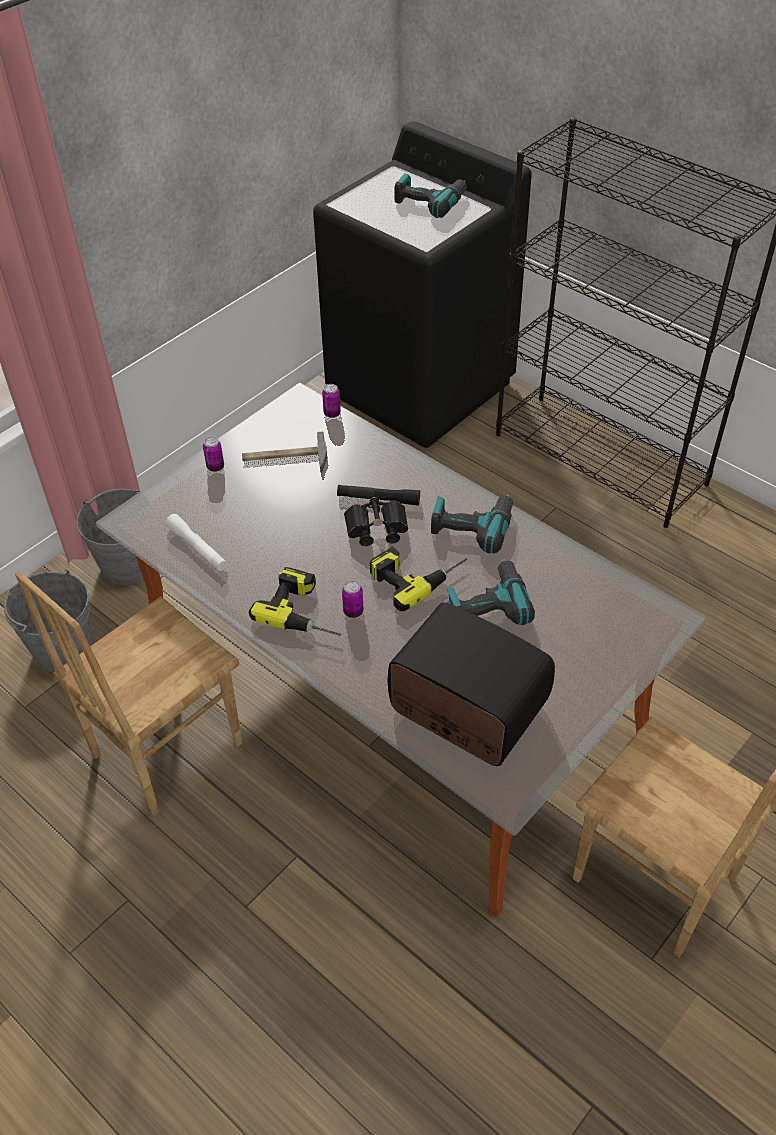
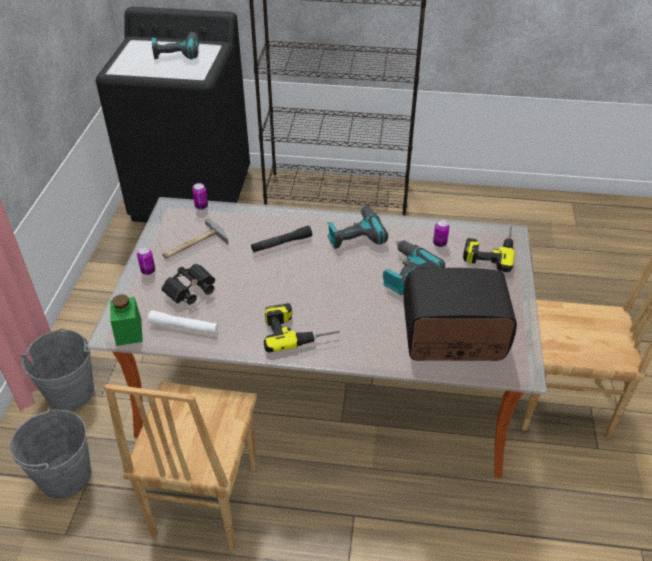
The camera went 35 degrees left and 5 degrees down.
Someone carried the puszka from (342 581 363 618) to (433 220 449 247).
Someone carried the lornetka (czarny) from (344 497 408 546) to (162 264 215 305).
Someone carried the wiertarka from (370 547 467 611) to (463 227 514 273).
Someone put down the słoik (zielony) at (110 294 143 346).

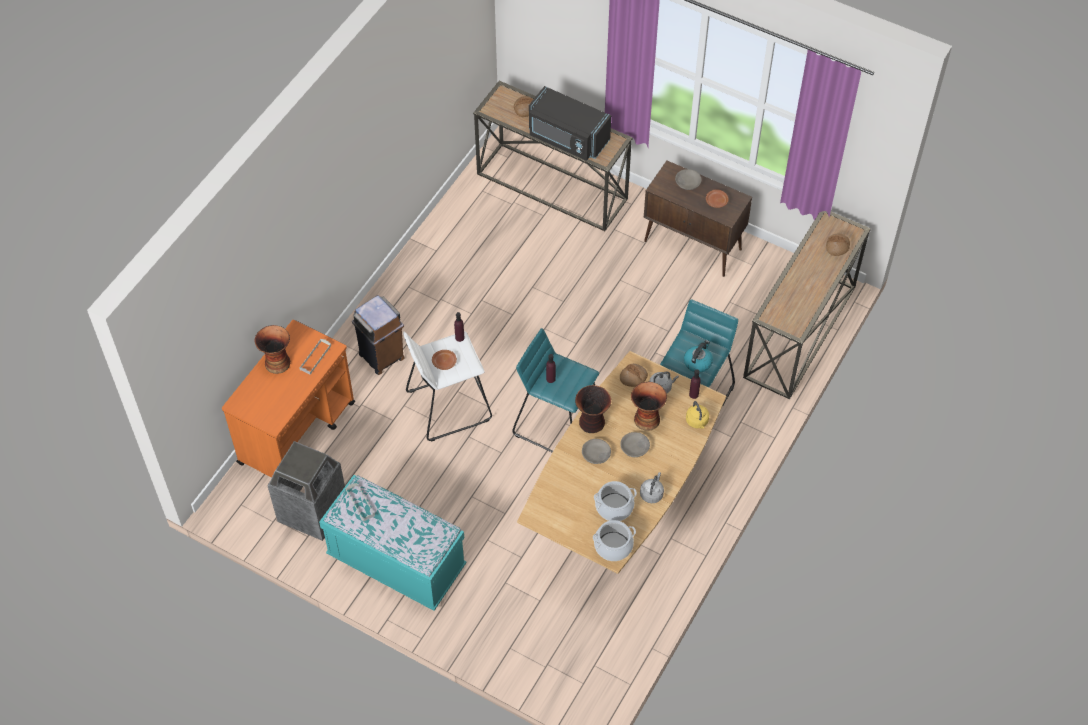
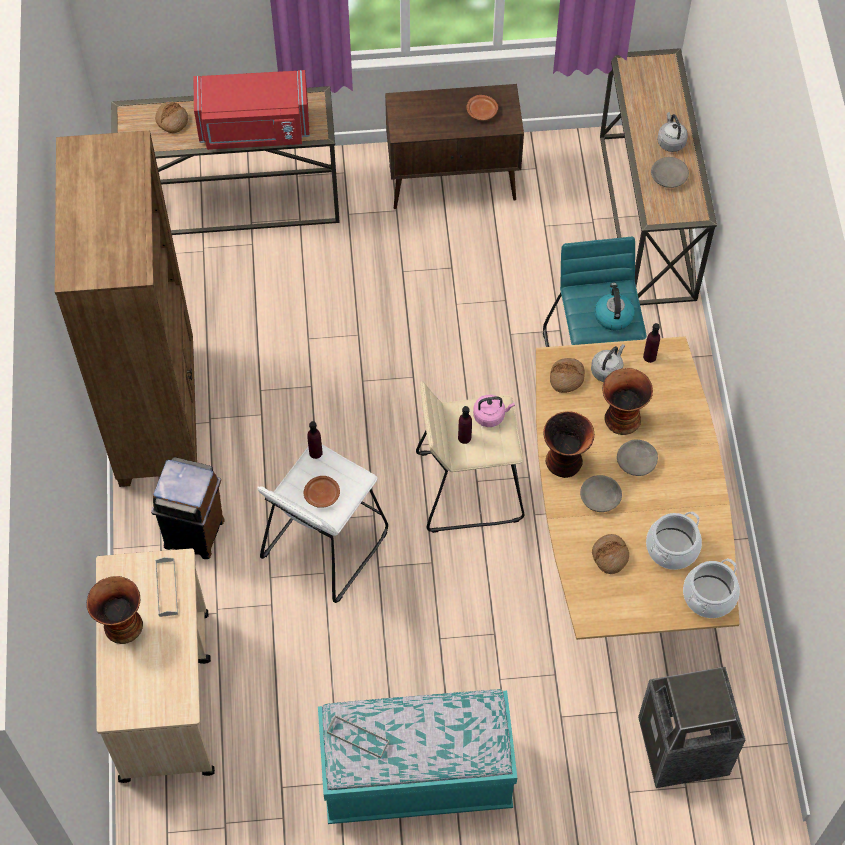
The camera went 35 degrees left and 5 degrees up.
Someone repainted the wózek (pomarańczowy) at (222 320 355 478), which became the wózek (beżowy) at (96 548 215 783).
Someone carried the kosz na śmieci from (267 441 345 541) to (638 667 746 788).
Someone repainted the stołek (turkusowy) at (512 328 599 453), which became the stołek (beżowy) at (416 381 525 533).
Someone repainted the mikrofalówka (czarny) at (529 86 611 161), which became the mikrofalówka (czerwony) at (193 70 310 150).
Someone carried the czajnik (szary) from (640 472 664 503) to (657 112 688 152).
Someone carried the miska (szary) from (675 169 702 190) to (651 157 689 188).
Someone took away the czajnik (żółty) at (686 401 709 429).
Someone carried the chleb from (826 234 850 256) to (592 534 629 574).
Someone put down the regał (brązowy) at (55 131 197 487).
Someone put down the czajnik (różowy) at (473 395 515 427).

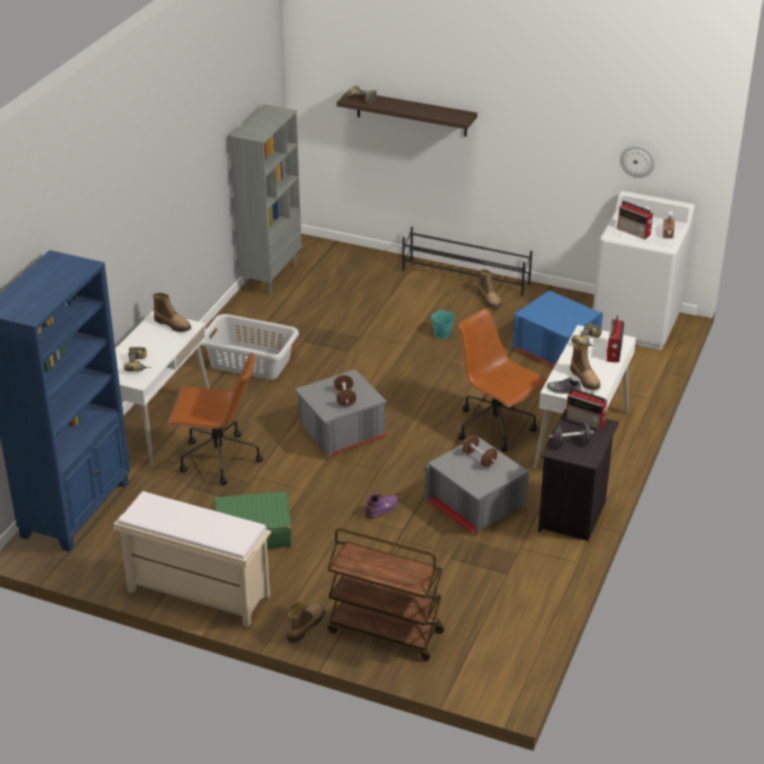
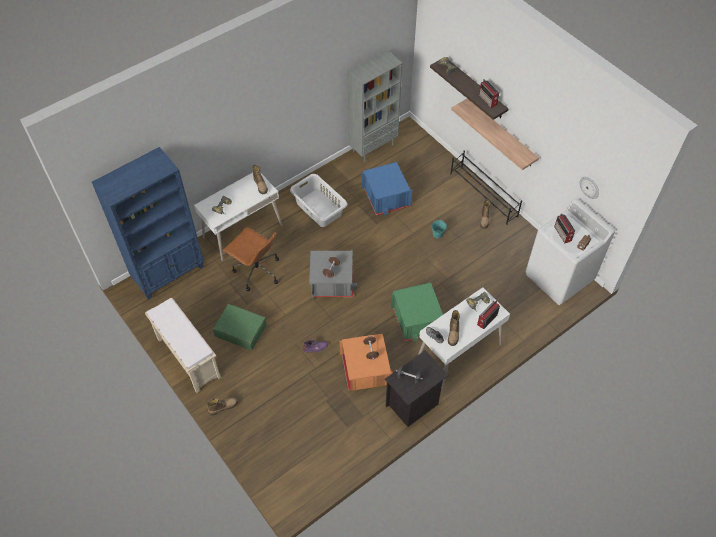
The camera went 30 degrees right and 20 degrees up.
Someone took away the wózek (brązowy) at (327 528 444 660).
Someone repainted the pojemnik do przechowywania (szary) at (424 436 529 534), which became the pojemnik do przechowywania (pomarańczowy) at (339 333 393 391).
Someone swapped the krzesło biurowe (brązowy) at (458 309 547 452) for the pojemnik do przechowywania (zielony) at (391 282 443 342).
Someone carried the pojemnik do przechowywania (niebieski) from (512 290 603 367) to (362 162 412 215).
Someone carried the radio from (566 388 607 430) to (479 79 499 108).
Someone put up the półka at (451 99 539 170).

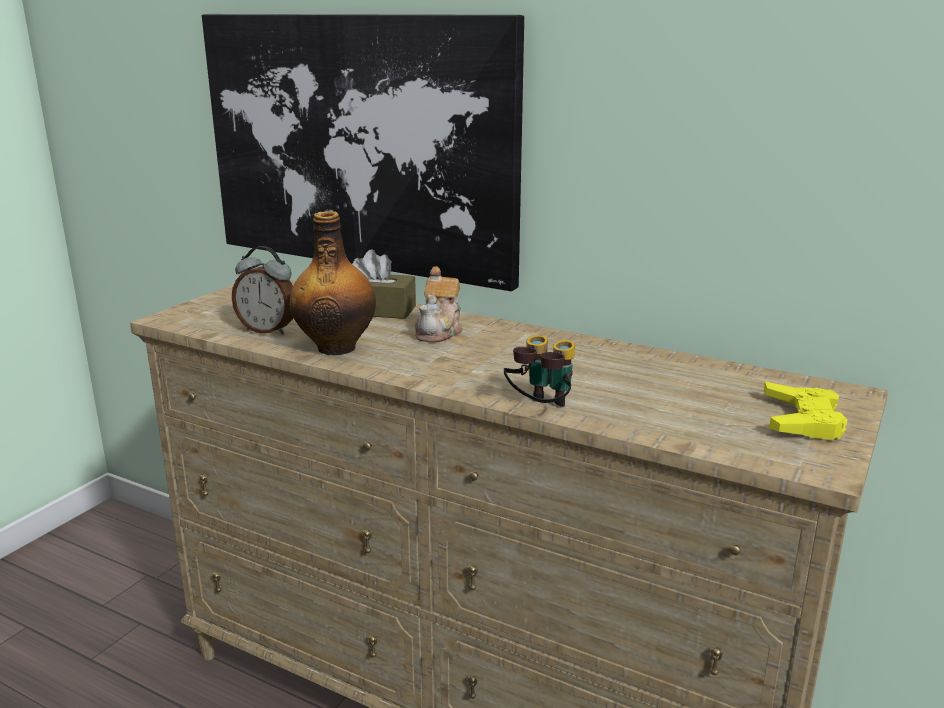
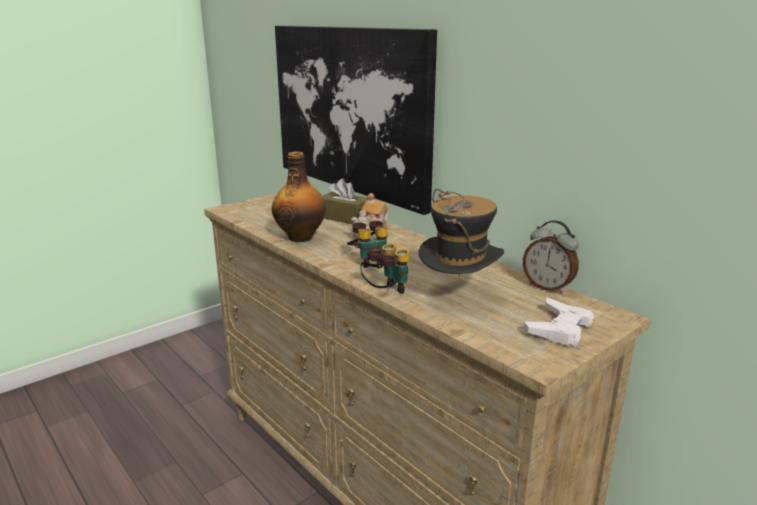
The camera went 20 degrees right and 0 degrees up.
Someone carried the budzik from (232 246 293 335) to (523 220 579 294).
Someone repainted the pad do gier (żółty) at (764 381 847 440), which became the pad do gier (biały) at (523 298 594 346).
Someone put down the lornetka at (347 221 388 268).
Someone put down the kapelusz at (418 189 504 278).

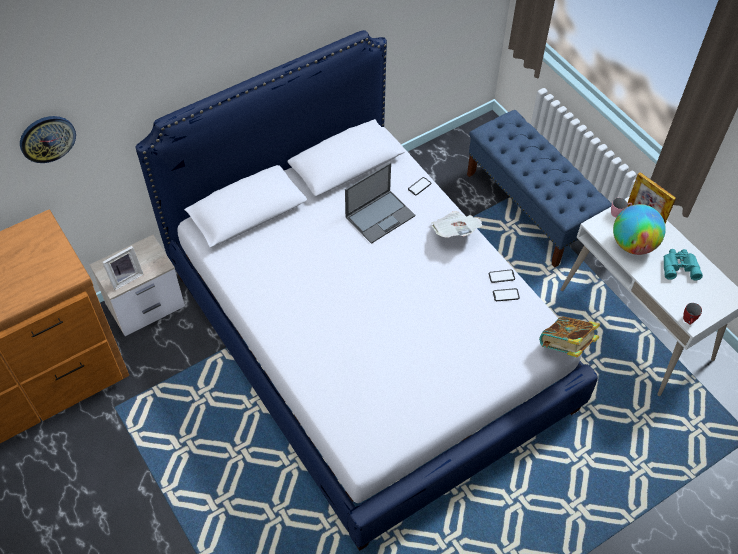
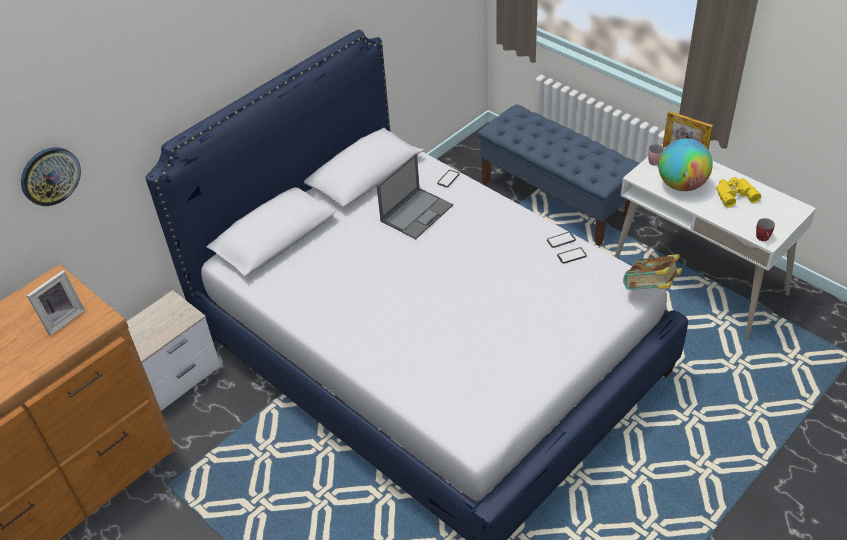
The camera went 10 degrees left and 10 degrees down.
Someone carried the ramka na zdjęcie from (102 246 144 290) to (26 270 85 336).
Someone took away the gazeta at (431 211 482 238).
Someone repainted the lornetka (turkusowy) at (664 249 703 280), which became the lornetka (żółty) at (716 177 761 207).

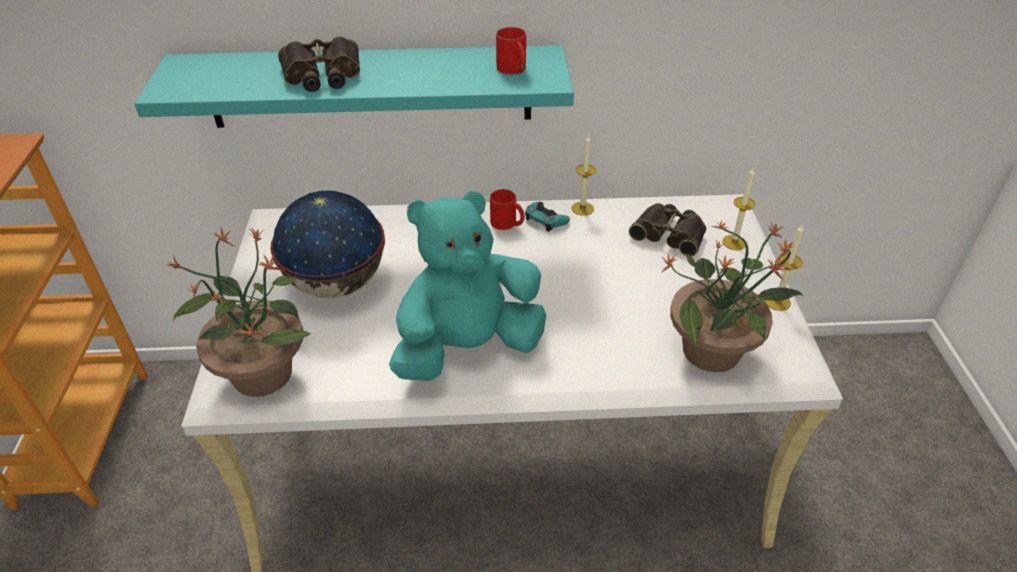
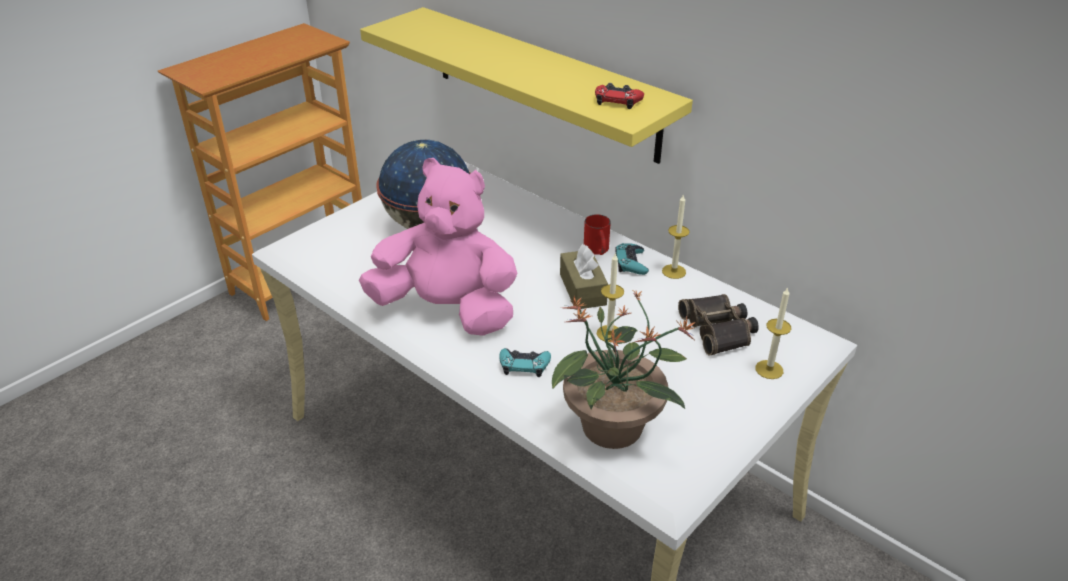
The camera went 45 degrees right and 5 degrees down.
Someone repainted the półka (turkusowy) at (135 45 574 128), which became the półka (żółty) at (360 7 693 164).
Someone took away the roślina doniczkowa at (163 227 311 397).
Someone took away the lornetka at (278 36 360 92).
Someone repainted the pluszak (turkusowy) at (389 191 546 381), which became the pluszak (różowy) at (359 158 518 336).
Someone swapped the kubek (czerwony) at (496 27 526 74) for the pad do gier (czerwony) at (595 83 644 109).
Someone carried the świeca from (764 224 804 311) to (597 254 624 342).
Someone put down the pad do gier (turkusowy) at (499 348 551 377).
Someone put down the pudełko chusteczek (brązowy) at (560 244 608 310).

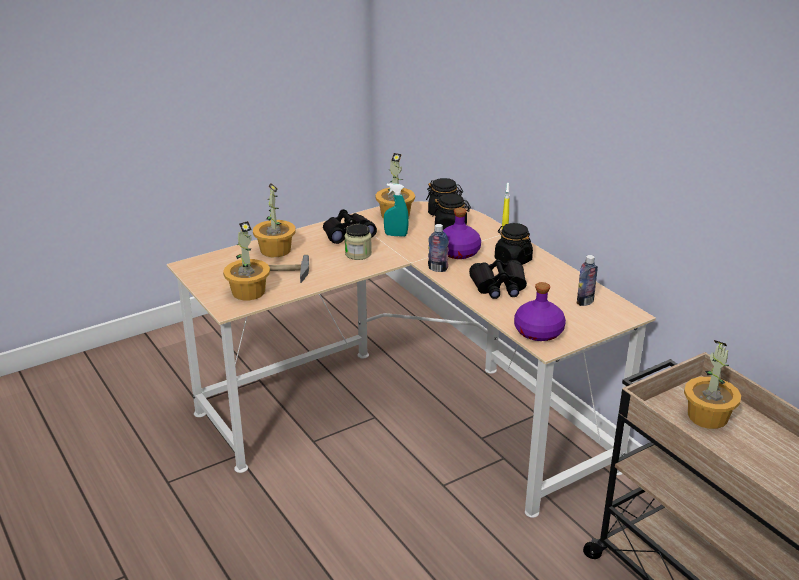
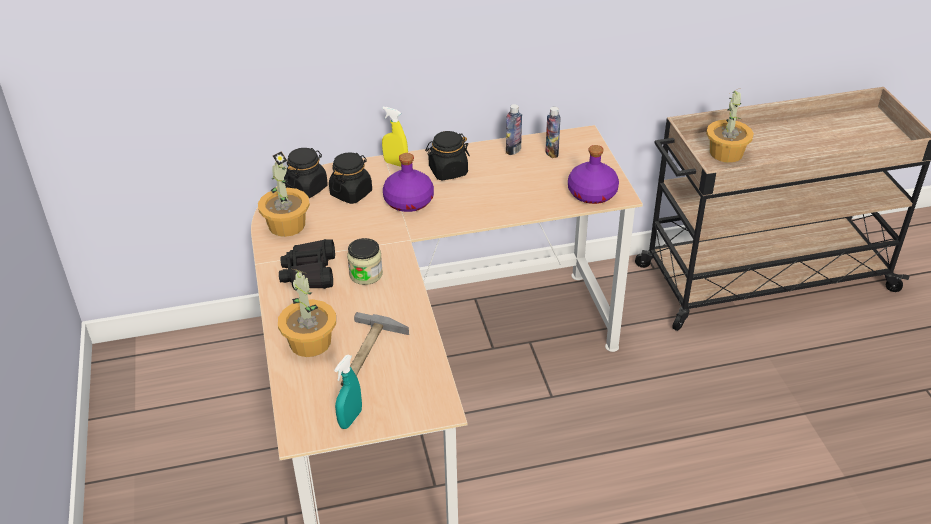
The camera went 70 degrees left and 10 degrees up.
Someone took away the roślina doniczkowa at (223 221 270 300).
Someone carried the spryskiwacz (turkusowy) from (384 183 409 237) to (334 355 362 429).
Someone carried the butelka from (428 224 449 272) to (506 104 522 155).
Someone took away the lornetka (czarny) at (469 260 527 299).

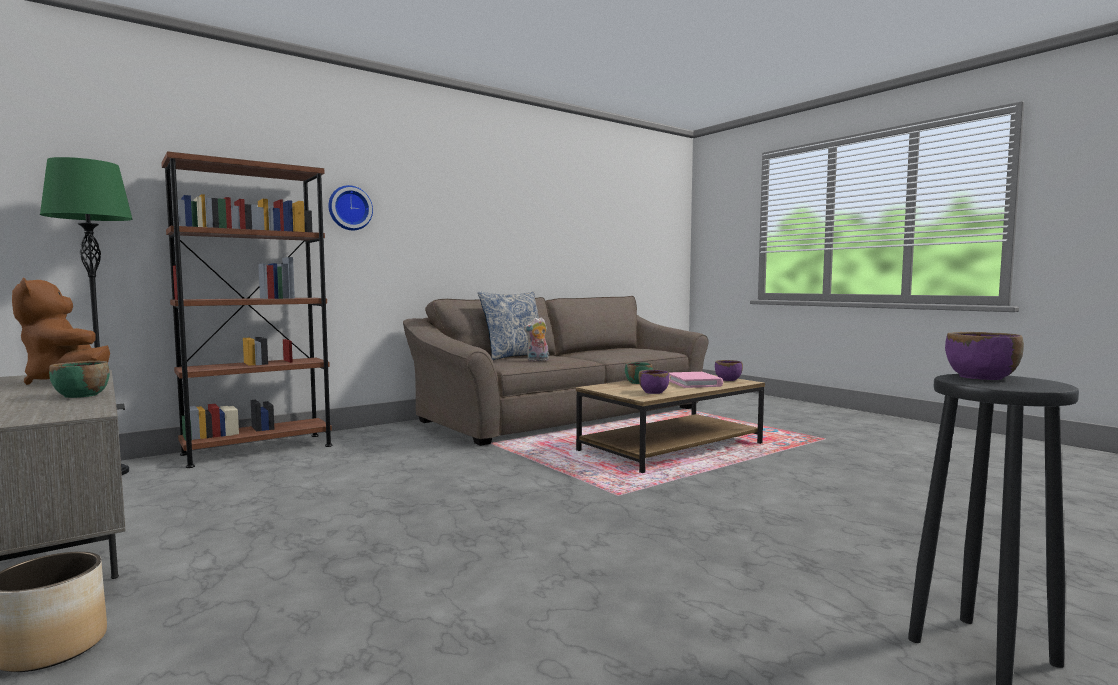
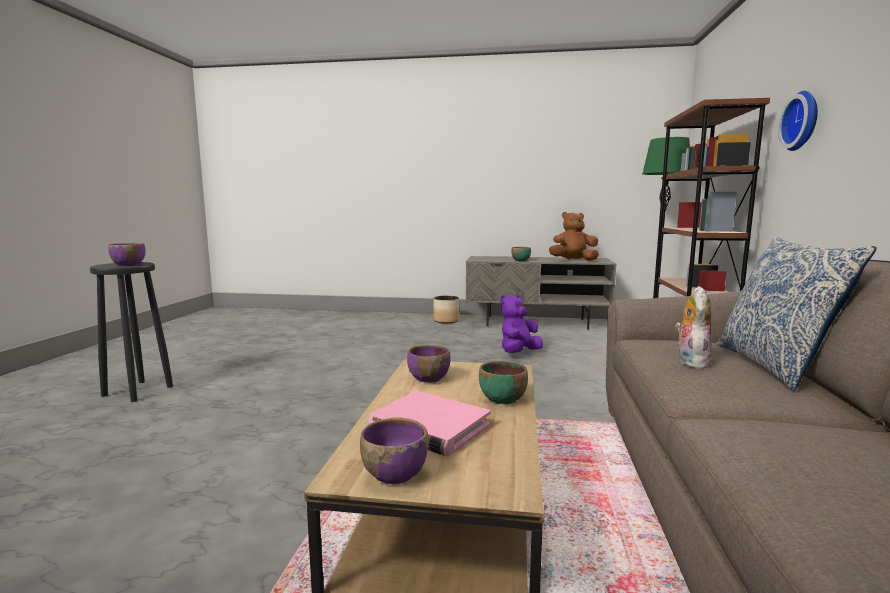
The camera went 135 degrees right and 5 degrees up.
Someone put down the pluszak (fioletowy) at (501 294 543 353).

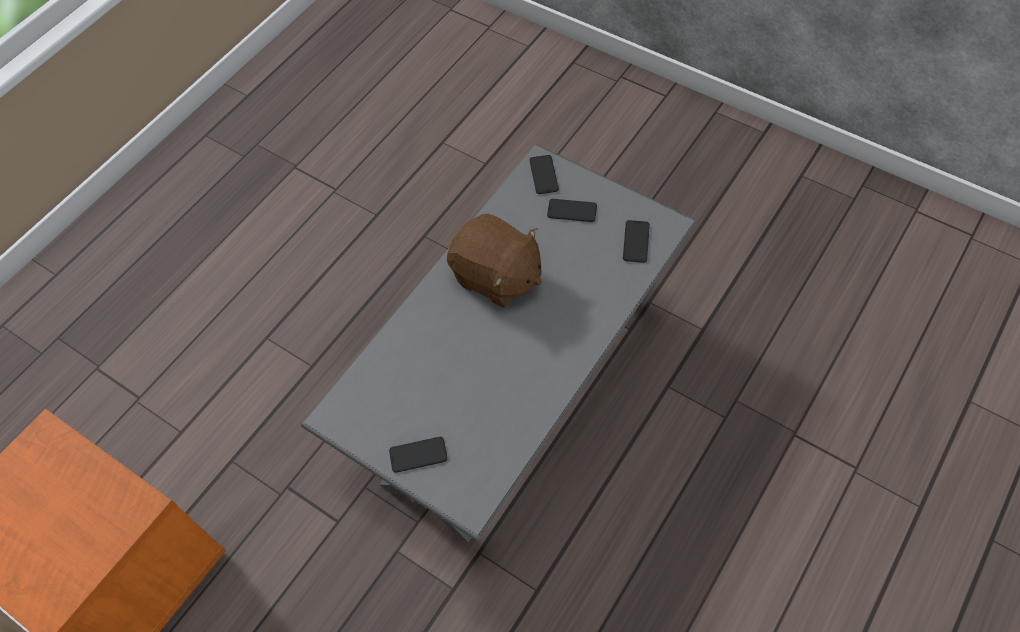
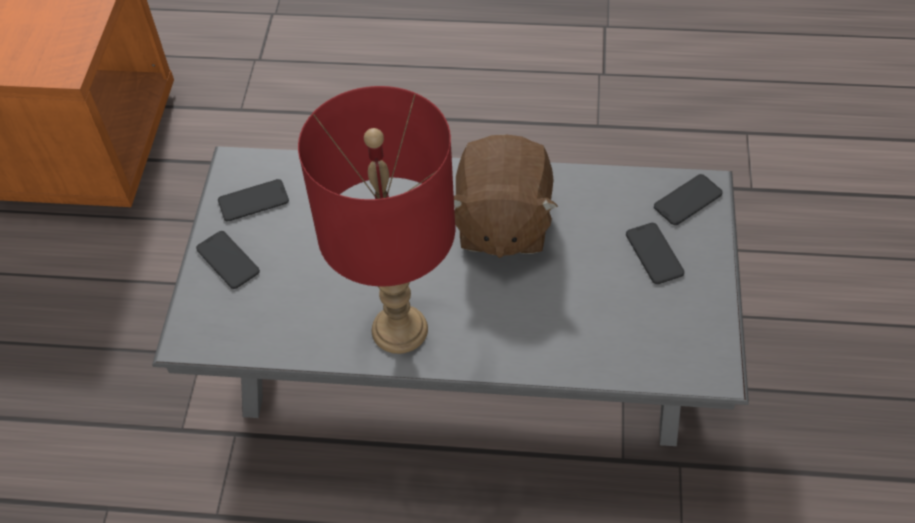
The camera went 60 degrees right and 5 degrees down.
Someone carried the telefon from (623 220 650 263) to (218 179 289 221).
Someone put down the lampa stołowa (czerwony) at (298 86 455 354).

